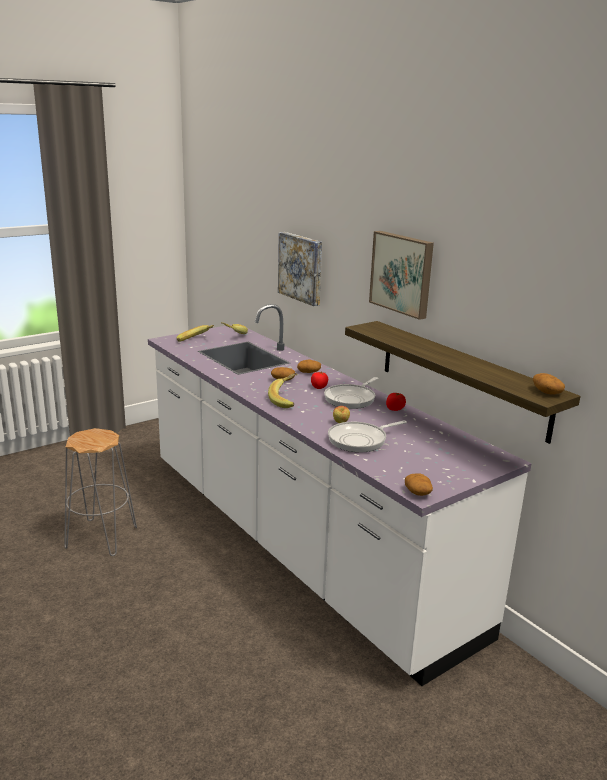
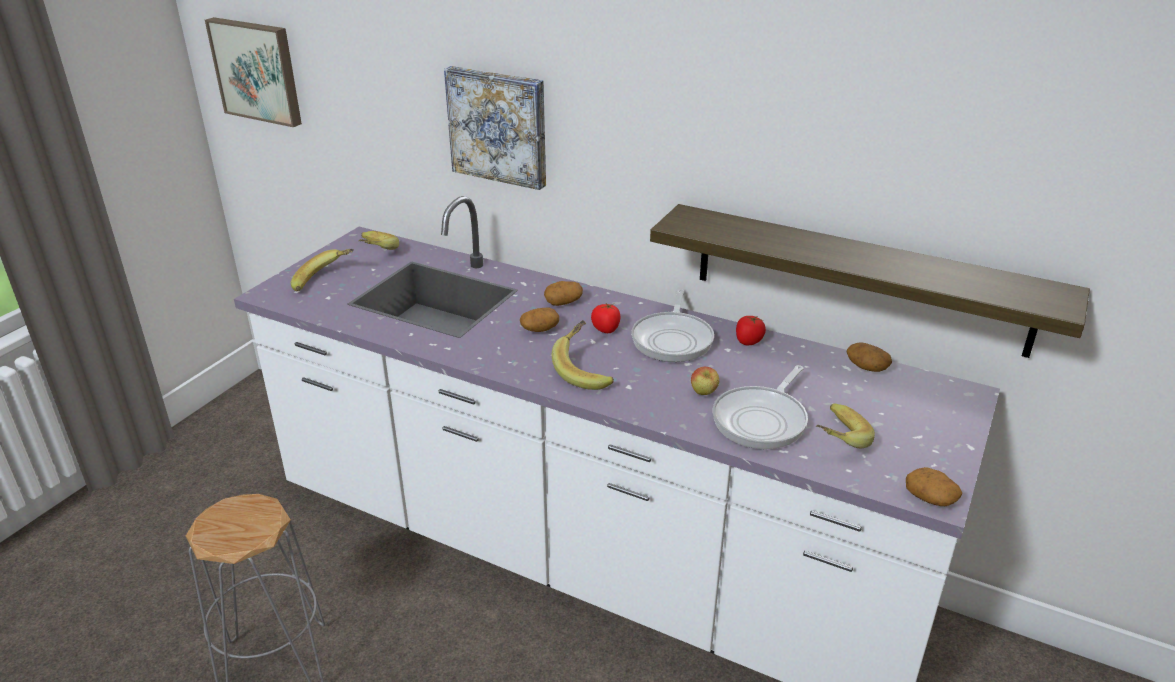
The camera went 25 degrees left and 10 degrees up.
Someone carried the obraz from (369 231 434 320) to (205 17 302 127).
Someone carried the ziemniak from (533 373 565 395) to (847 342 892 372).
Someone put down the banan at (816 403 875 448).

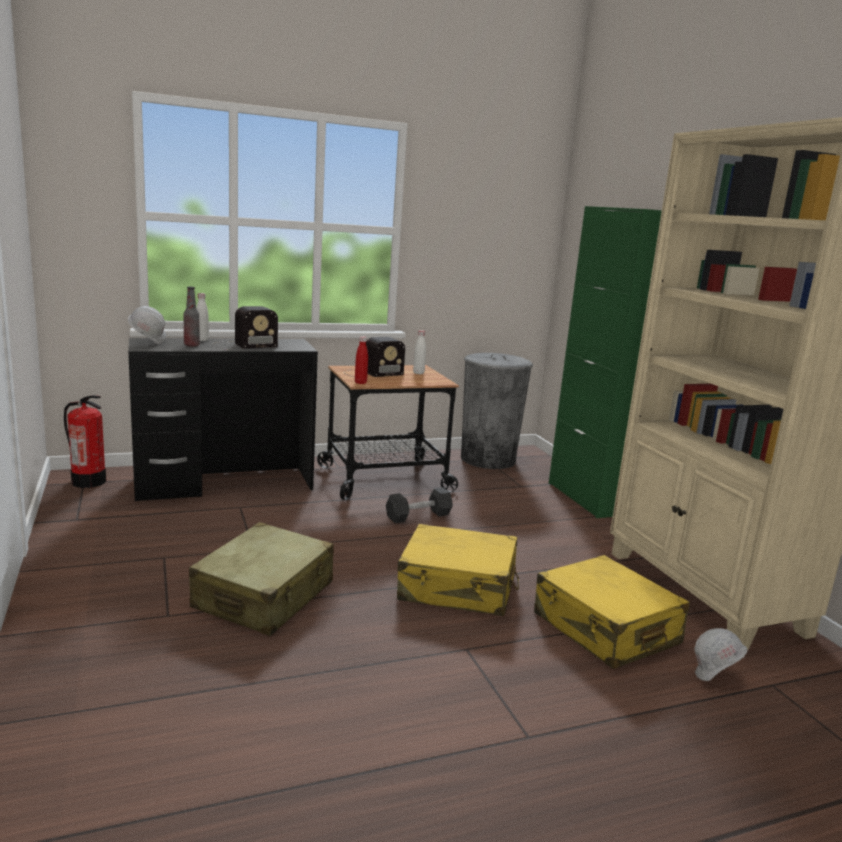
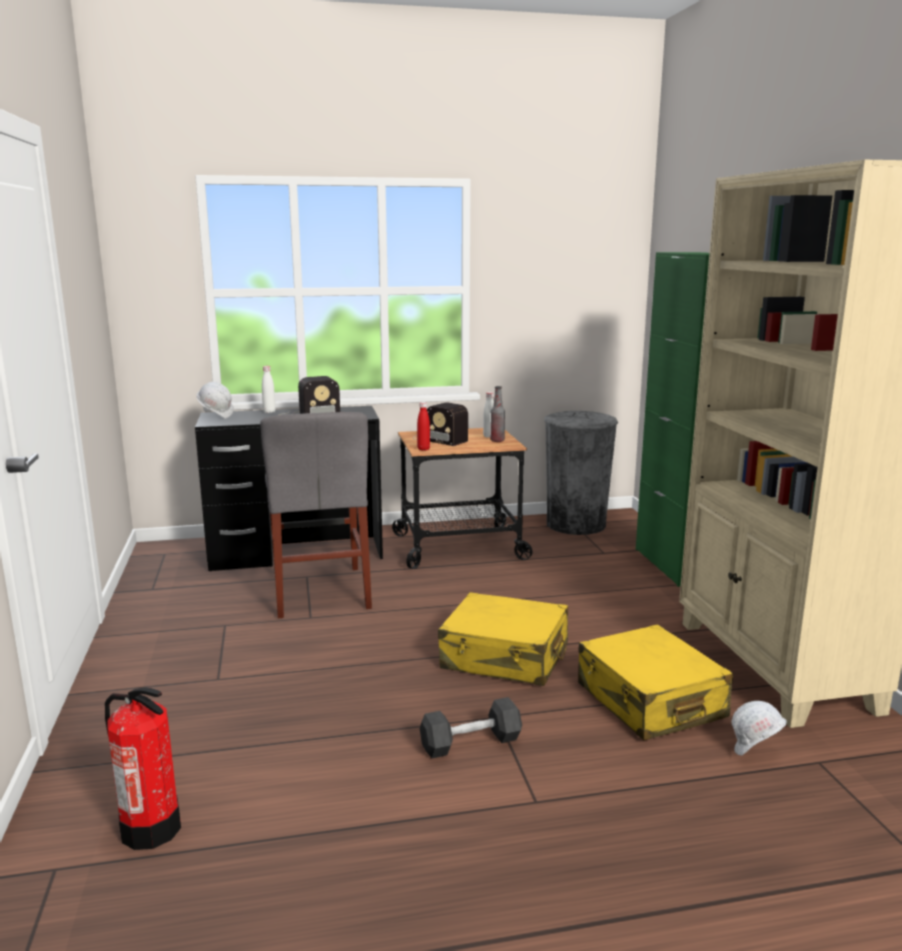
The camera went 10 degrees right and 0 degrees up.
Someone carried the gaśnica from (64 395 106 488) to (105 687 181 850).
Someone carried the butelka from (184 287 200 347) to (490 386 505 442).
Someone took away the walizka (beżowy) at (189 522 334 636).
Someone rotated the radio at (344 337 405 377) by 60 degrees clockwise.
Someone carried the hantel (czarny) from (386 487 453 523) to (420 697 522 758).
Someone put down the krzesło (szary) at (260 412 372 619).

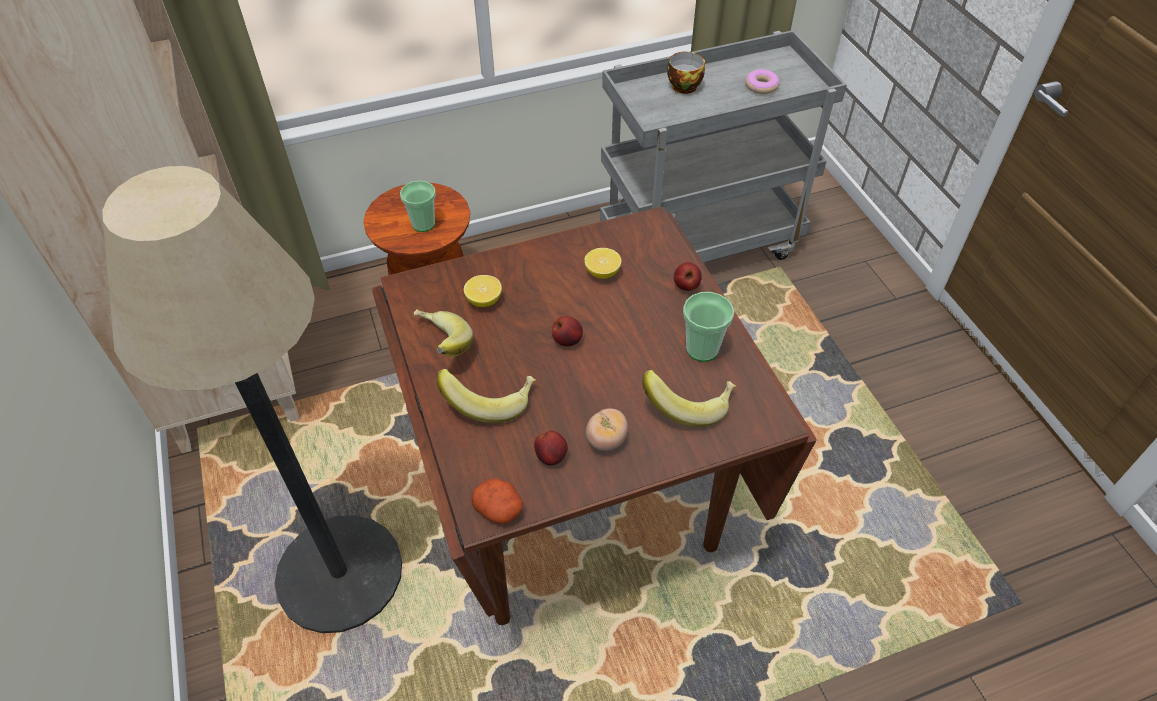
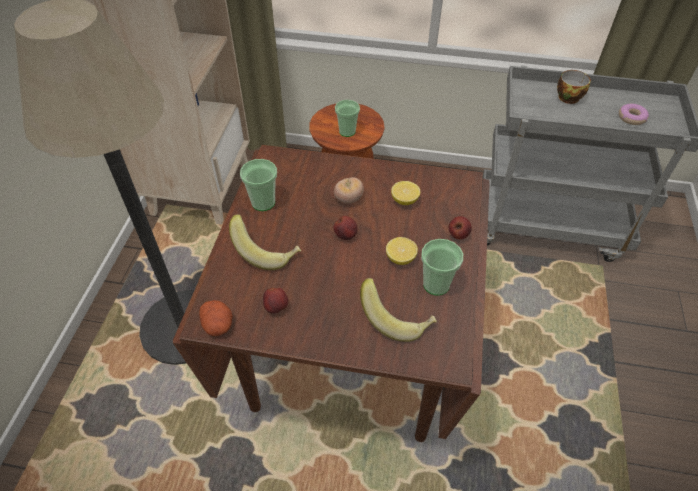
The camera went 30 degrees right and 0 degrees up.
Someone swapped the banan at (414 309 473 357) for the filiżanka at (240 159 277 211).
Someone carried the cytryna from (464 275 502 307) to (386 237 418 265).
Someone carried the pomidor from (586 408 628 451) to (334 177 364 204).

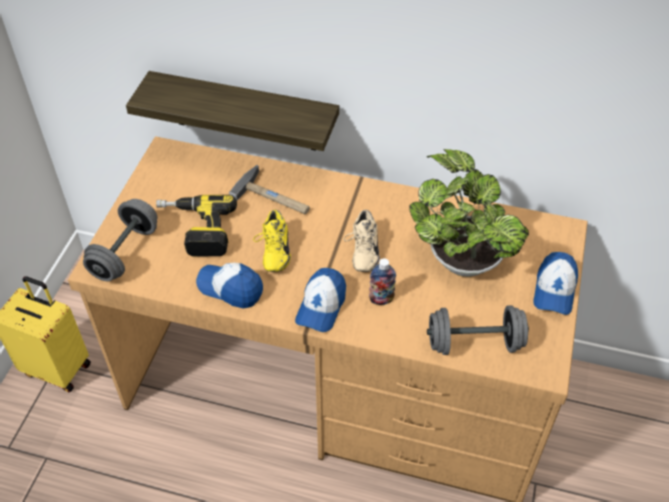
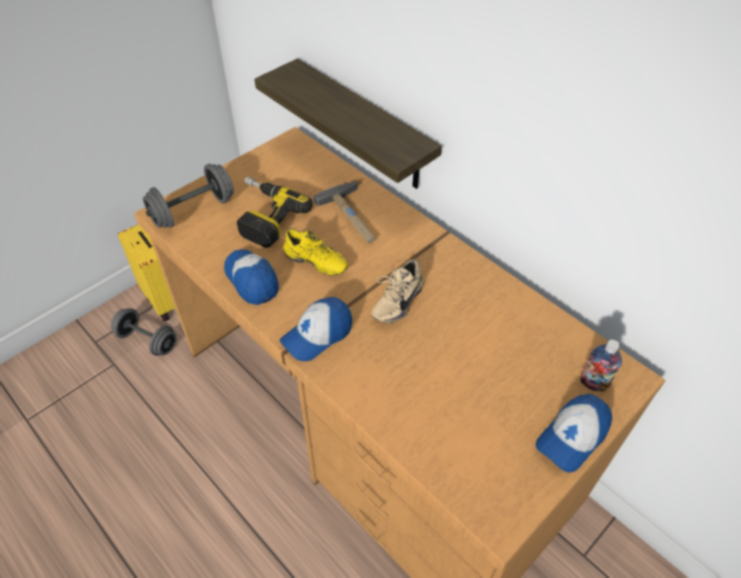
The camera went 30 degrees right and 0 degrees up.
Someone rotated the but (żółty) at (253 210 291 272) by 90 degrees counterclockwise.
Someone carried the butelka from (369 258 396 305) to (580 340 622 391).
Someone took away the roślina doniczkowa at (409 149 529 277).
Someone carried the hantel (szary) from (427 305 529 355) to (111 308 177 356).

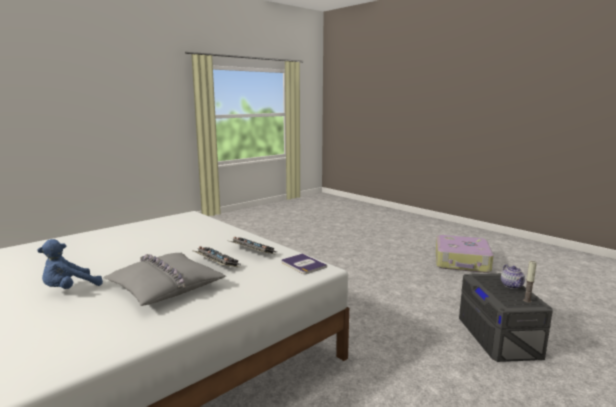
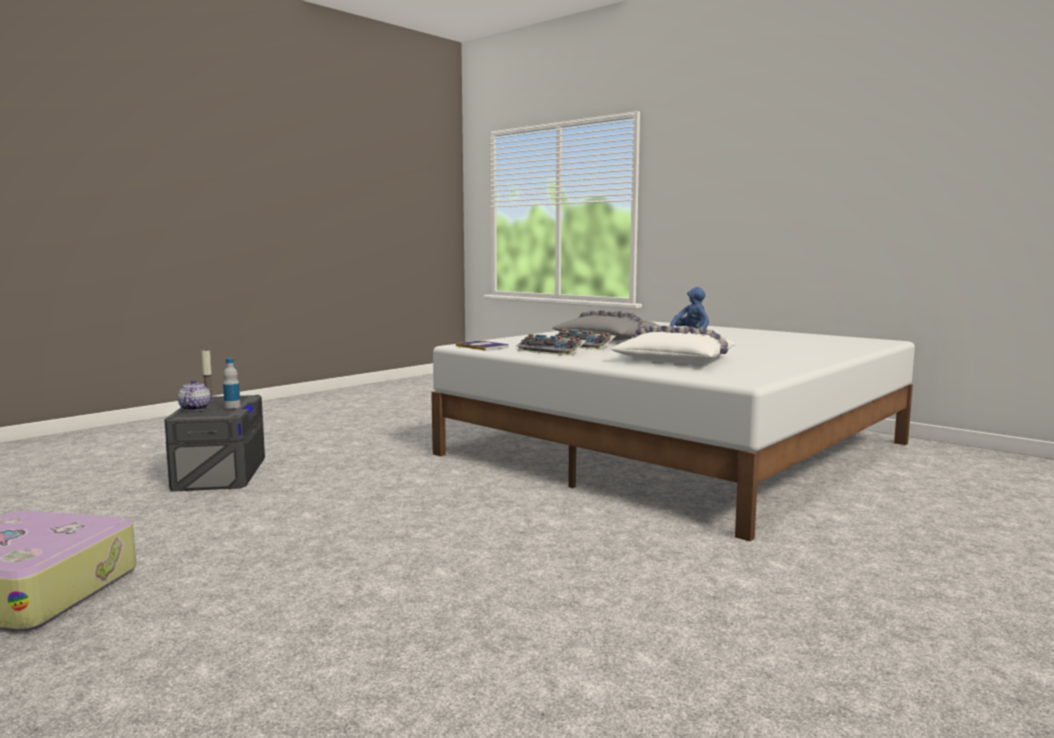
The camera went 175 degrees right and 5 degrees down.
Someone put down the butelka at (223 358 241 409).
Someone put down the poduszka (biały) at (610 326 736 364).

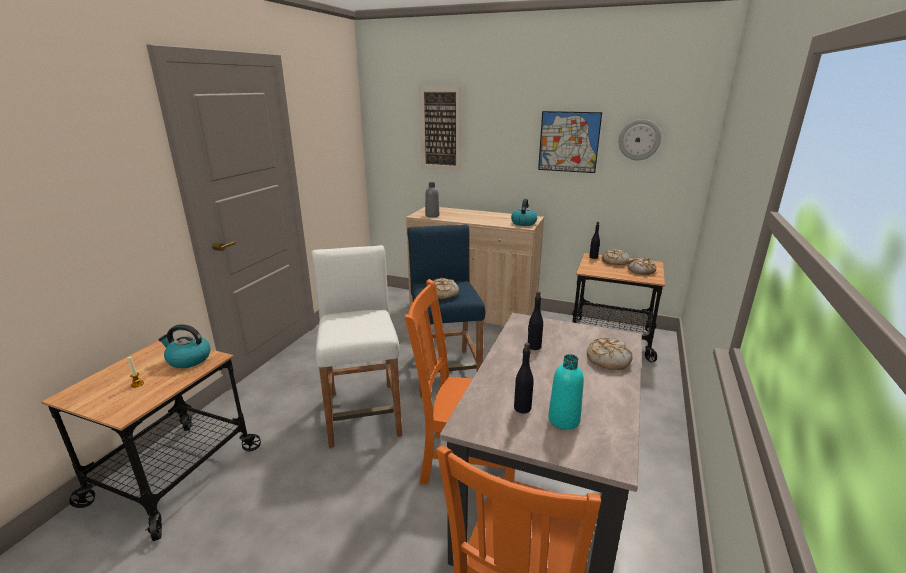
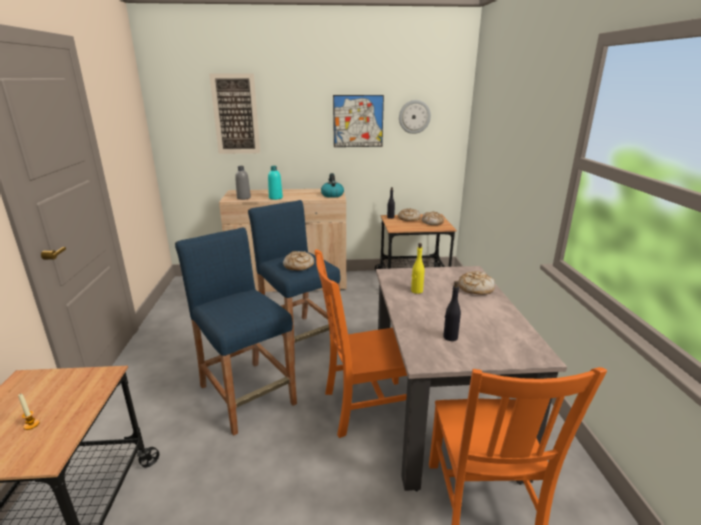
The camera went 25 degrees left and 0 degrees up.
Someone took away the czajnik at (158 324 211 368).
Someone repainted the stołek (biały) at (311 245 402 448), which became the stołek (niebieski) at (175 227 297 436).
Someone repainted the butelka (czarny) at (528 291 543 350), which became the butelka (żółty) at (411 243 424 294).
Someone carried the butelka (turkusowy) from (548 354 584 429) to (268 166 283 200).

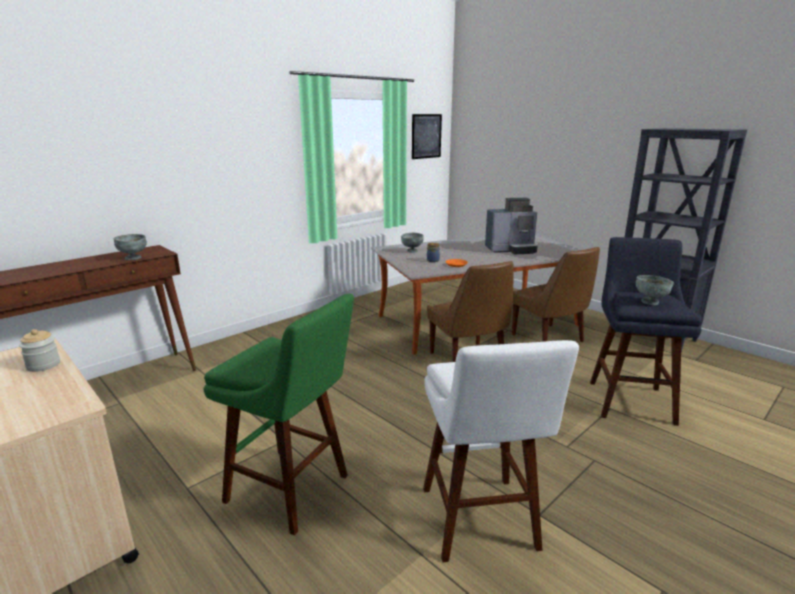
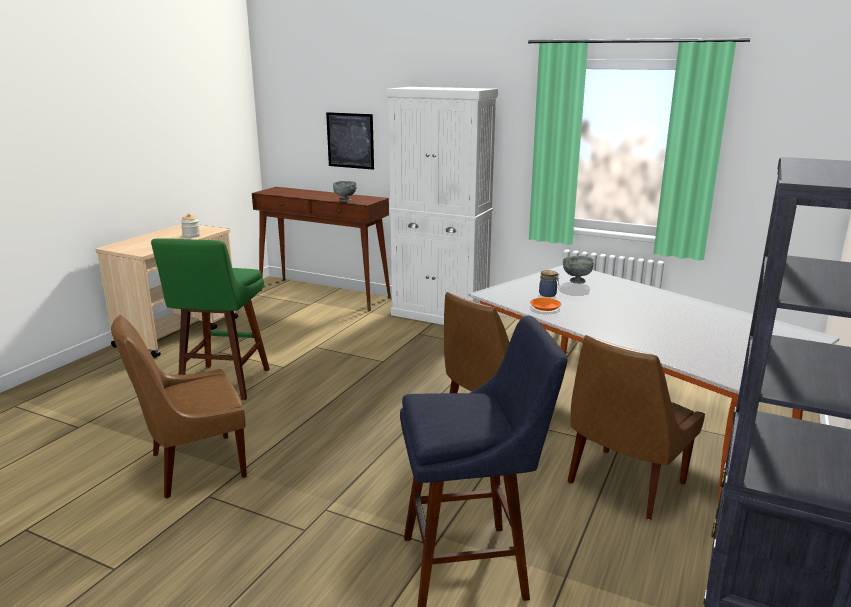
The camera went 70 degrees right and 0 degrees up.
Someone carried the obraz from (412 114 442 159) to (326 112 374 170).
Someone swapped the stołek (biały) at (423 340 579 562) for the krzesło (brązowy) at (111 315 247 499).
Someone took away the ekspres do kawy at (485 198 537 254).
Someone took away the miska (szary) at (636 275 674 305).
Someone put down the szafka (biały) at (386 87 498 325).

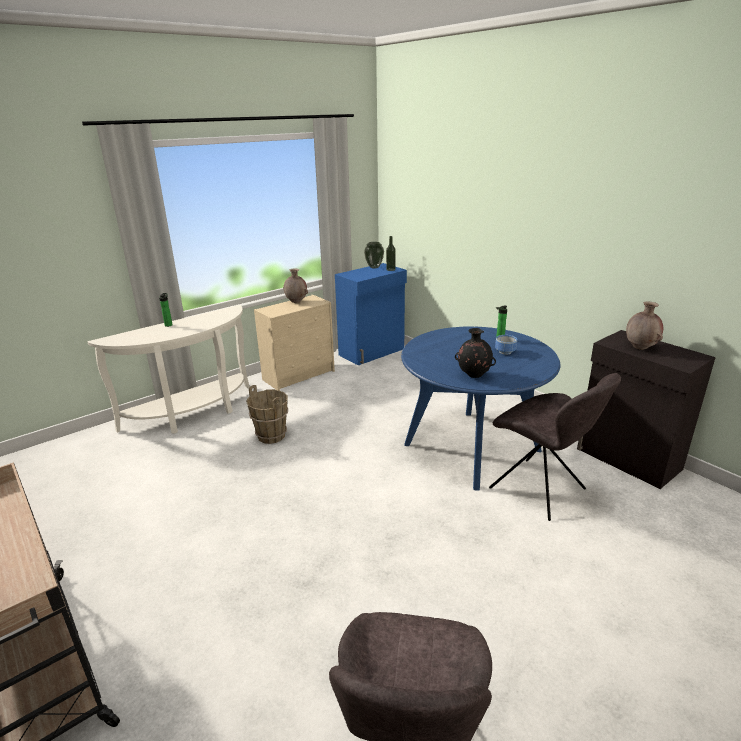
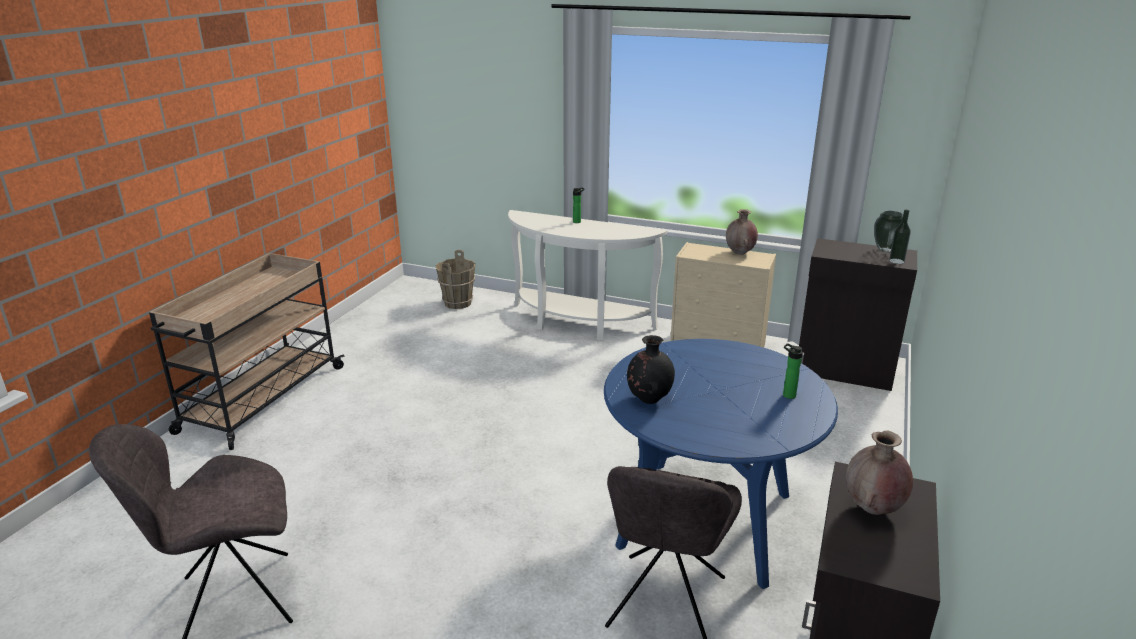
The camera went 60 degrees right and 0 degrees up.
Someone carried the wiadro (brązowy) from (246 385 288 444) to (436 250 475 309).
Someone repainted the szafka (niebieski) at (335 263 407 366), which became the szafka (czarny) at (799 238 917 391).
Someone took away the miska at (495 335 517 355).

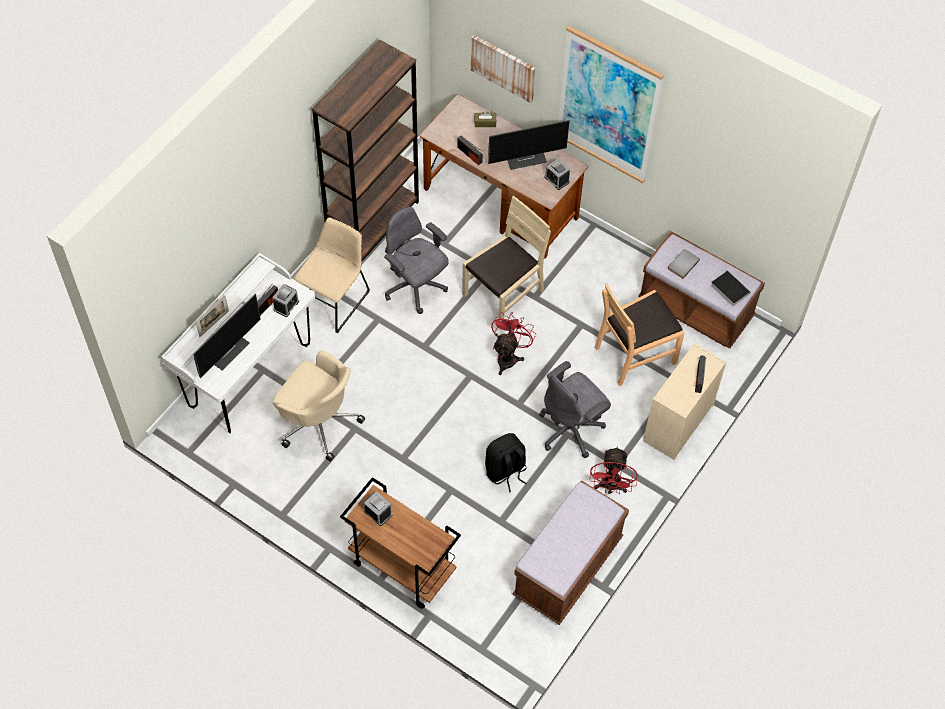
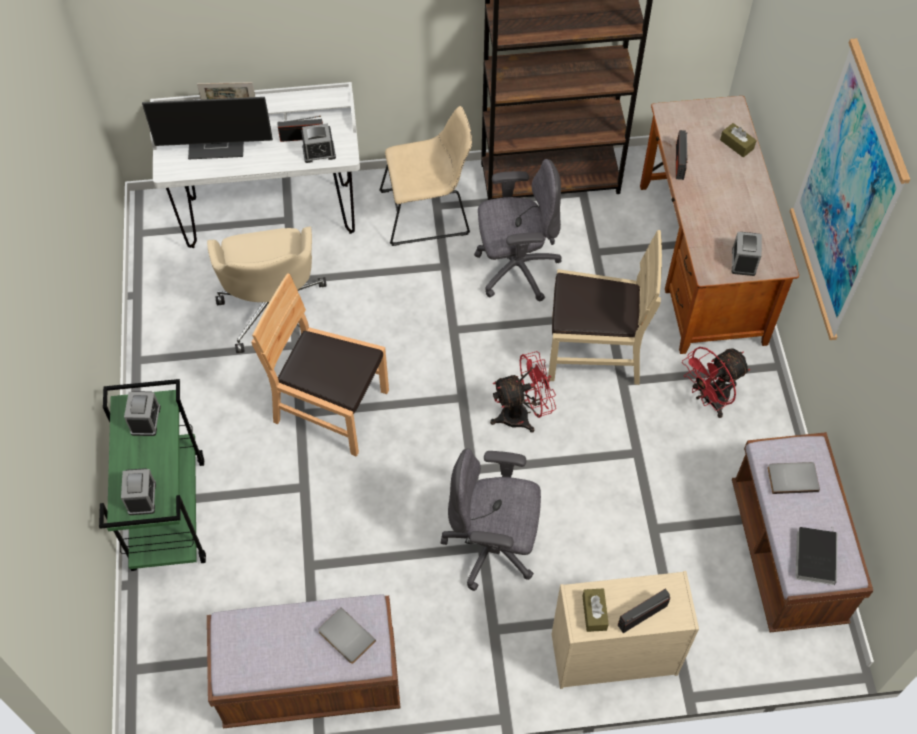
The camera went 50 degrees right and 0 degrees up.
Someone repainted the wózek (brązowy) at (340 477 461 609), which became the wózek (zielony) at (99 379 206 571).
Someone rotated the krzesło biurowe (szary) at (384 206 448 314) by 75 degrees clockwise.
Someone took away the obraz at (471 35 535 103).
Someone took away the plecak (czarny) at (485 433 527 493).
Someone took away the monitor at (488 120 570 170).
Someone carried the wentylator (czerwony) from (590 446 638 494) to (682 347 750 418).
Someone carried the krzesło (brązowy) from (595 283 685 386) to (252 273 389 457).
Someone put down the budzik at (121 468 156 515).
Someone put down the książka (szary) at (318 607 376 664).
Someone put down the pudełko chusteczek (brązowy) at (582 588 609 632).

